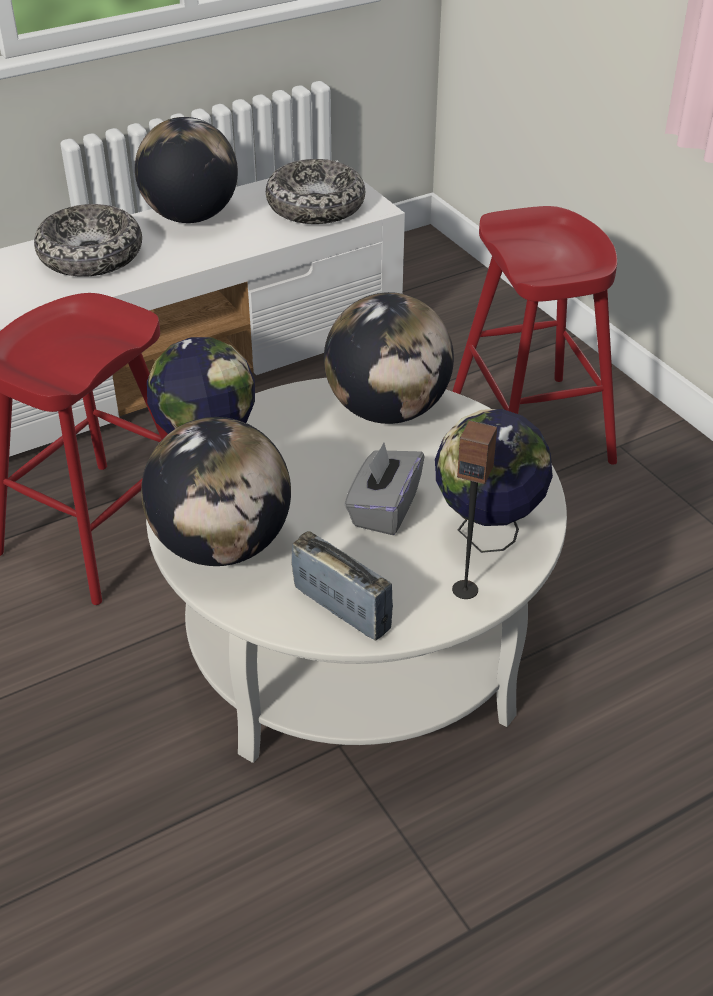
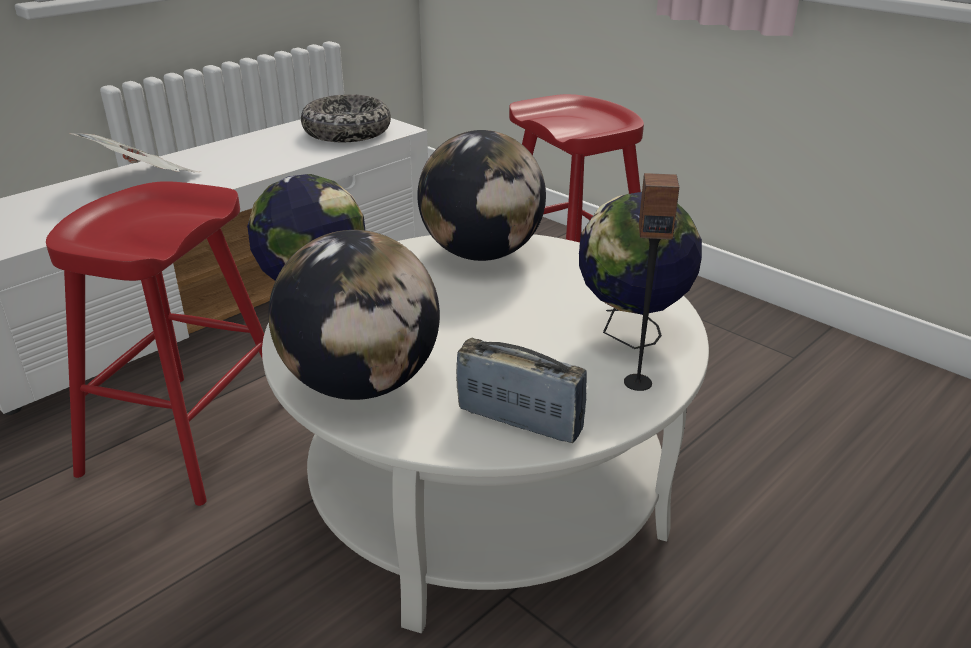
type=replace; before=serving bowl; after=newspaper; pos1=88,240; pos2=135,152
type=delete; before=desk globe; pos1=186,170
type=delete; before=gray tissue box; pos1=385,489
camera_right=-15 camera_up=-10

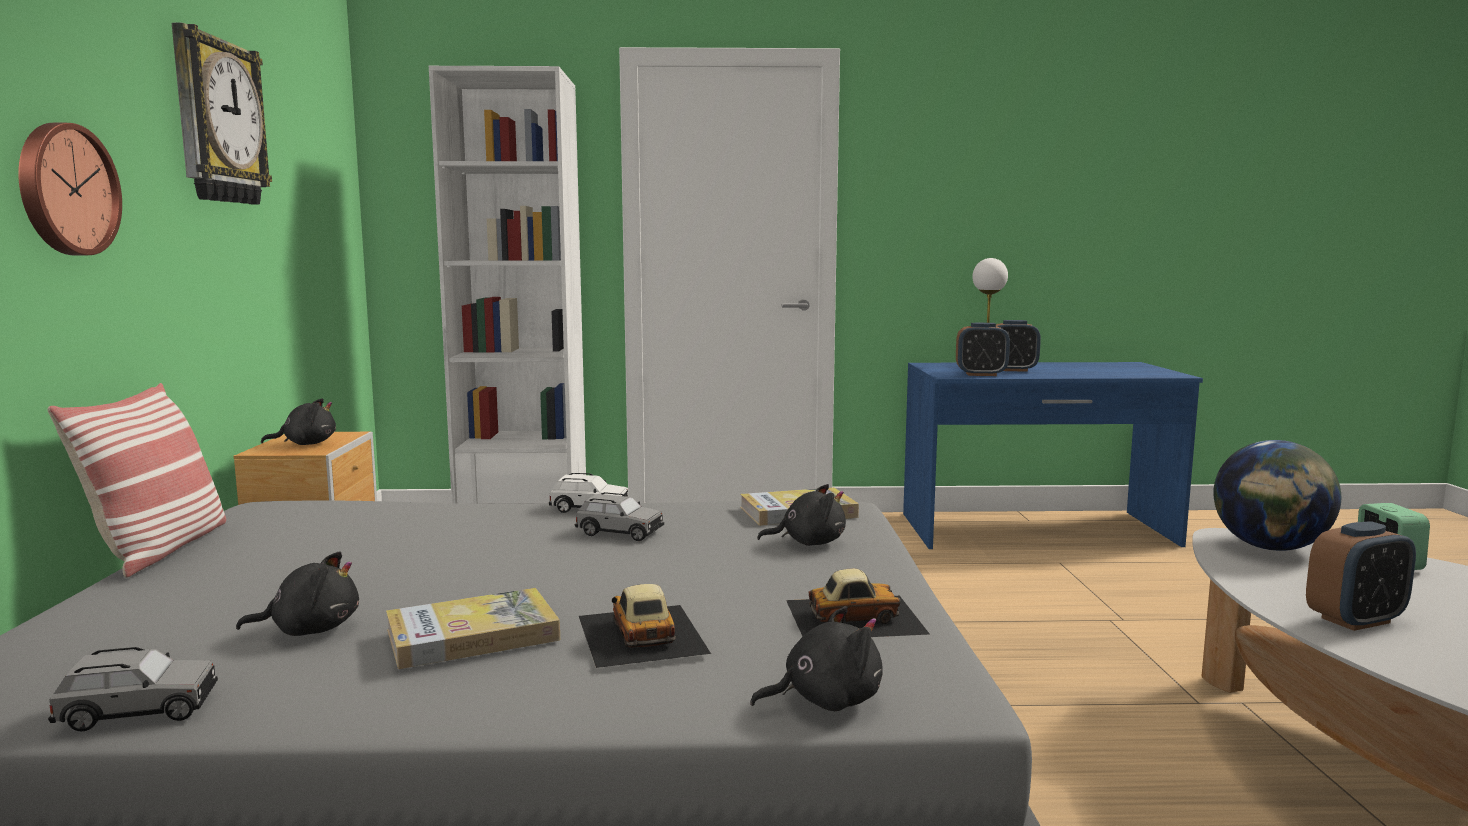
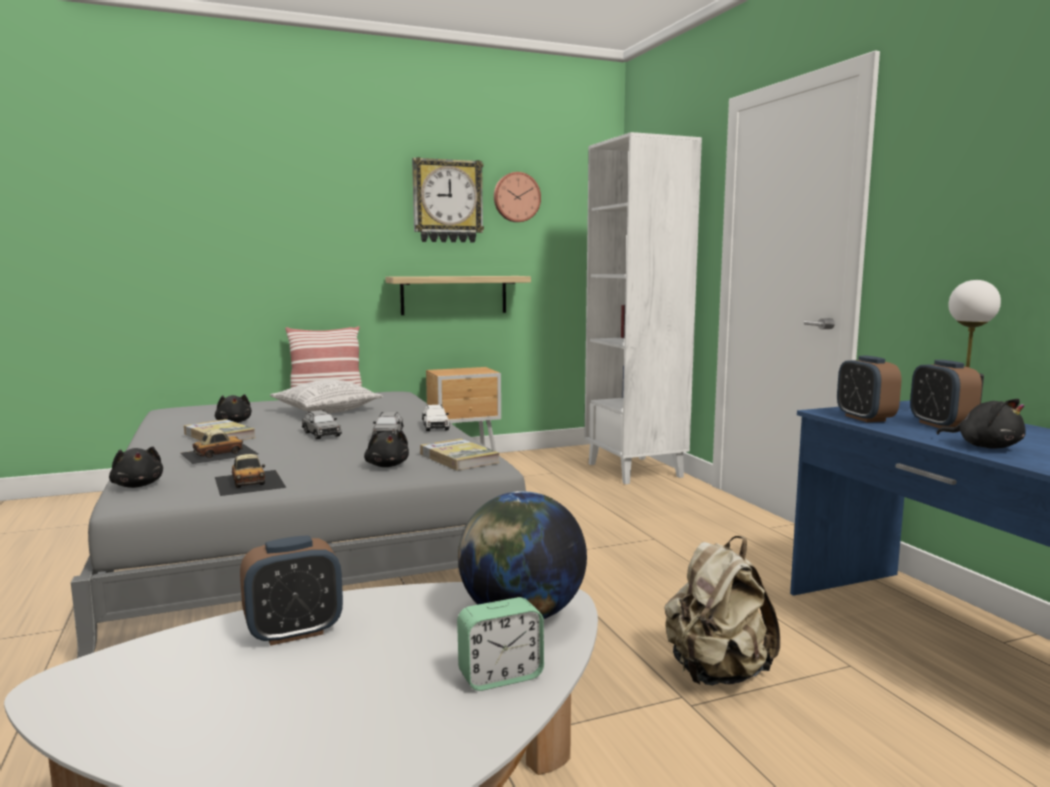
type=move; before=hanging clock; pos1=70,189; pos2=517,197
type=move; before=gray miniature car; pos1=133,689; pos2=322,424
type=move; before=black-coloured soft toy; pos1=298,421; pos2=981,424
type=rotate; before=bedside clock; pos1=1361,576; pos2=291,590; turn=-75
type=insert; after=pillow; pos2=326,396
type=insert; after=wall shelf; pos2=458,295
type=insert; after=beige backpack; pos2=722,611
camera_right=70 camera_up=0

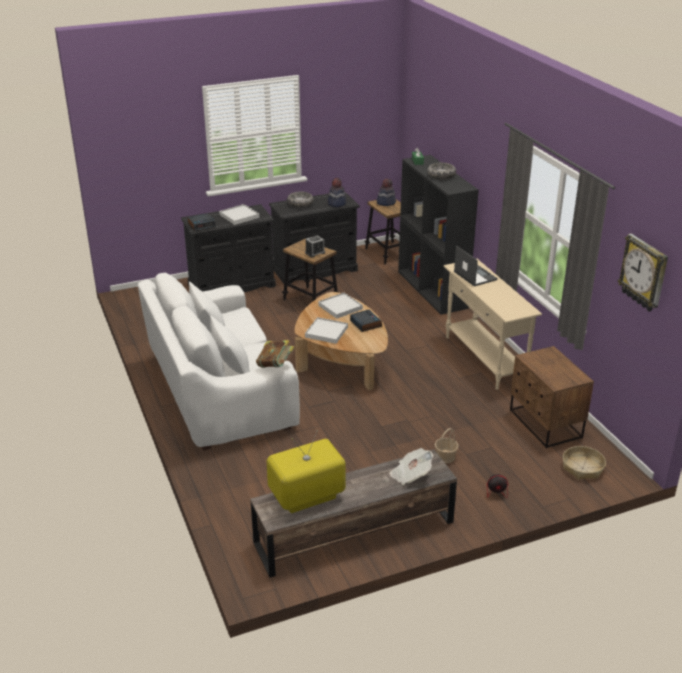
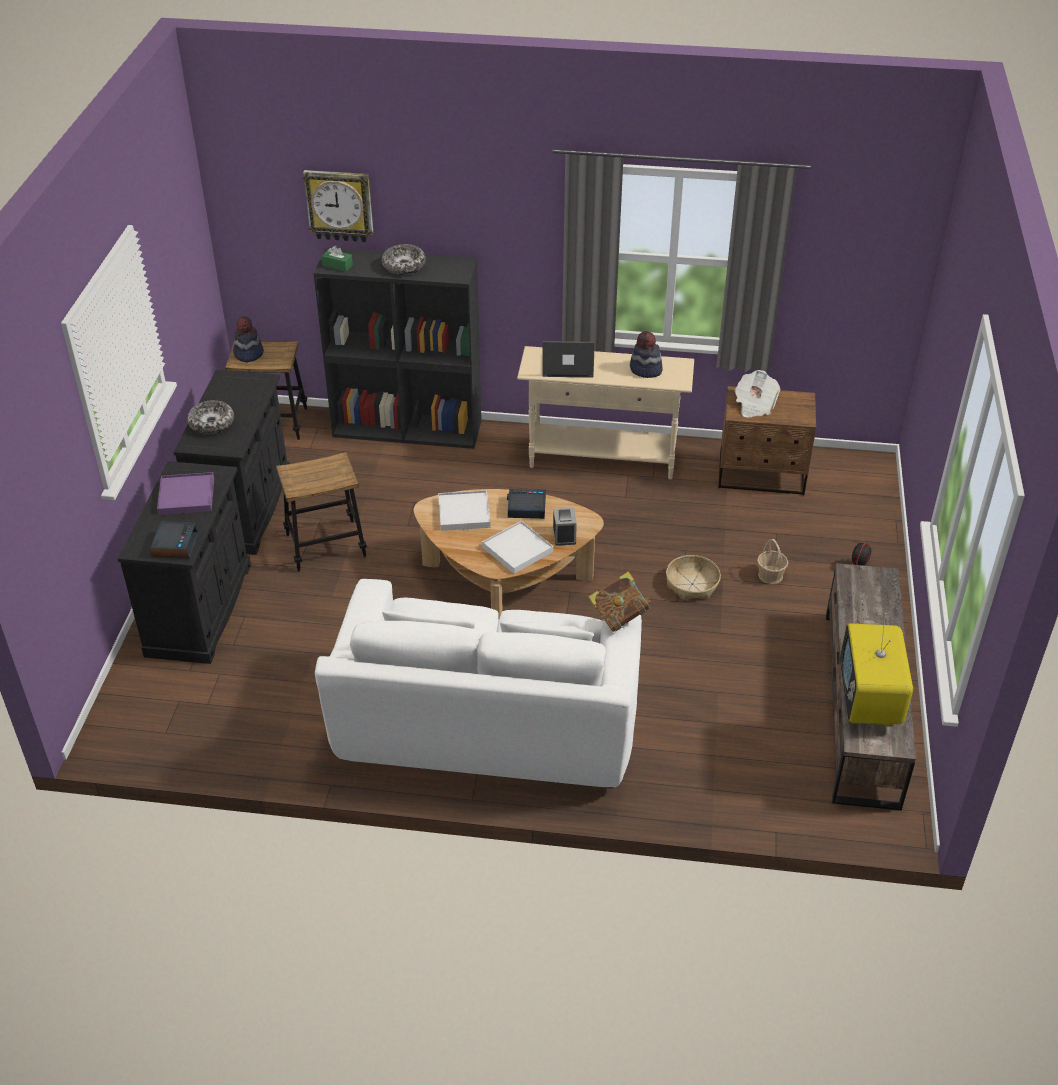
type=recolor; before=white-coloured carrying tray; after=purplish carrying tray; pos1=239,214; pos2=185,493
type=move; before=bedside clock; pos1=315,246; pos2=565,527
type=move; before=wearable hat; pos1=337,192; pos2=646,354
type=move; before=newspaper; pos1=411,466; pos2=757,393
type=move; before=storage basket; pos1=584,463; pos2=693,577
type=move; before=hanging clock; pos1=642,272; pos2=338,206
camera_right=-60 camera_up=10

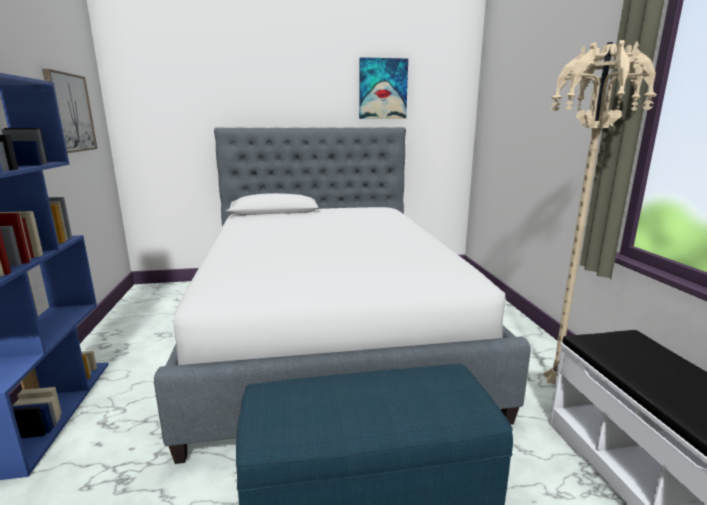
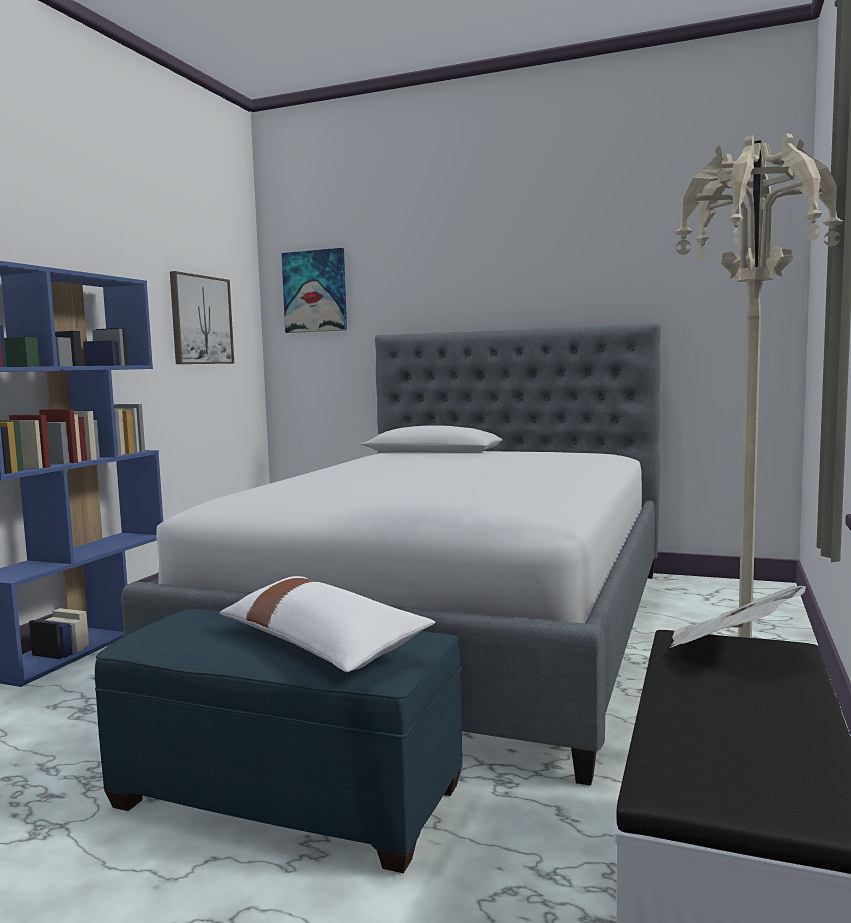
type=move; before=wall art; pos1=383,88; pos2=314,290
type=insert; after=white-coloured pillow; pos2=328,624
type=insert; after=newspaper; pos2=737,616
camera_right=30 camera_up=-10

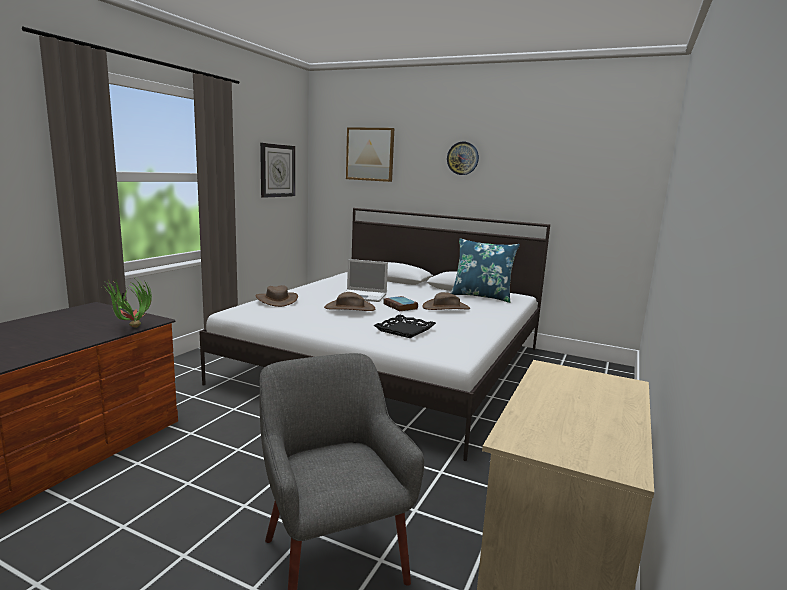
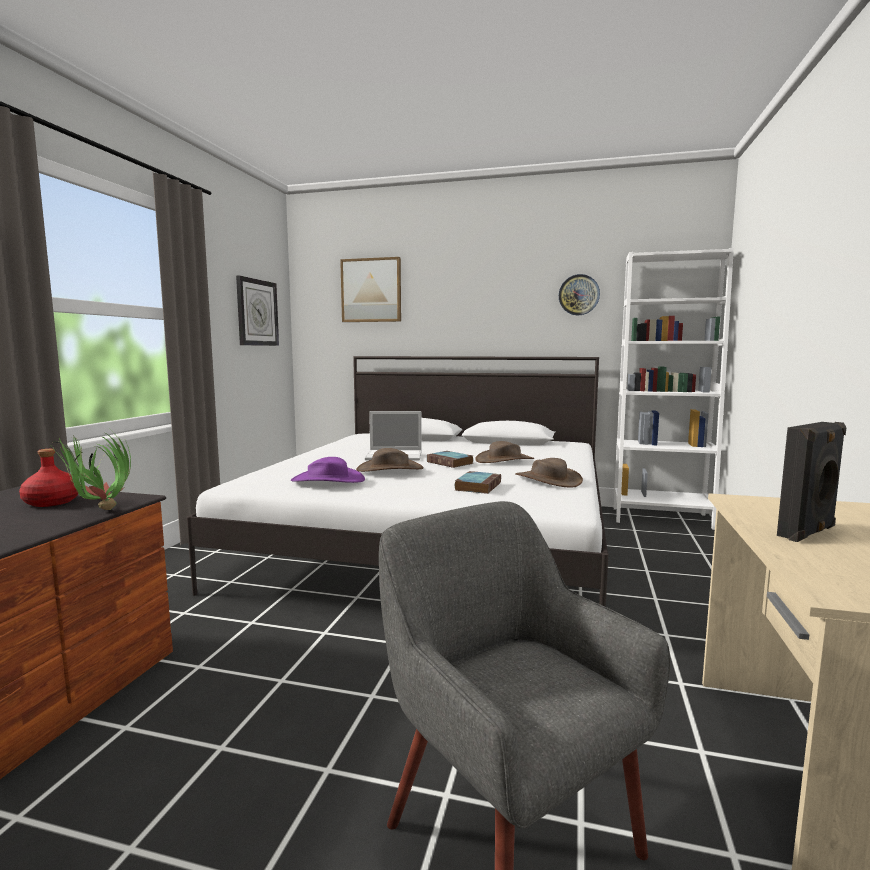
type=move; before=brownish wearable hat; pos1=276,296; pos2=549,473
type=replace; before=black-coloured carrying tray; after=bound book; pos1=405,326; pos2=478,482
type=move; before=hanging clock; pos1=463,158; pos2=579,294
type=delete; before=blue-coloured pillow; pos1=485,270
type=insert; after=red drink bottle; pos2=48,478
type=insert; after=purplish wearable hat; pos2=328,470
type=insert; after=white-coloured shelving unit; pos2=673,389
type=insert; after=black-coloured loudspeaker; pos2=811,482
camera_right=-10 camera_up=-5

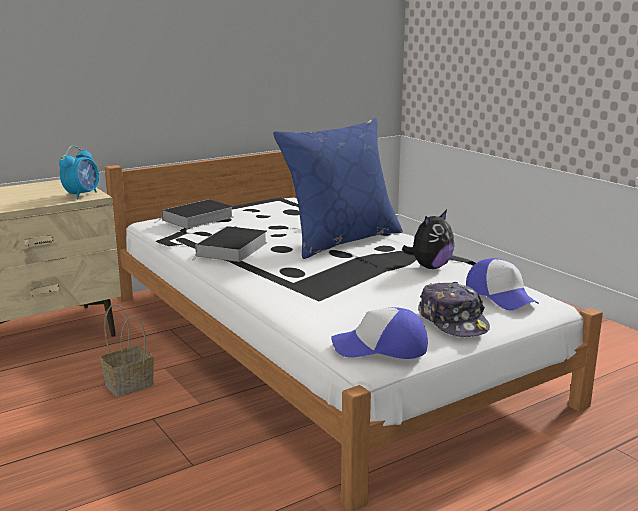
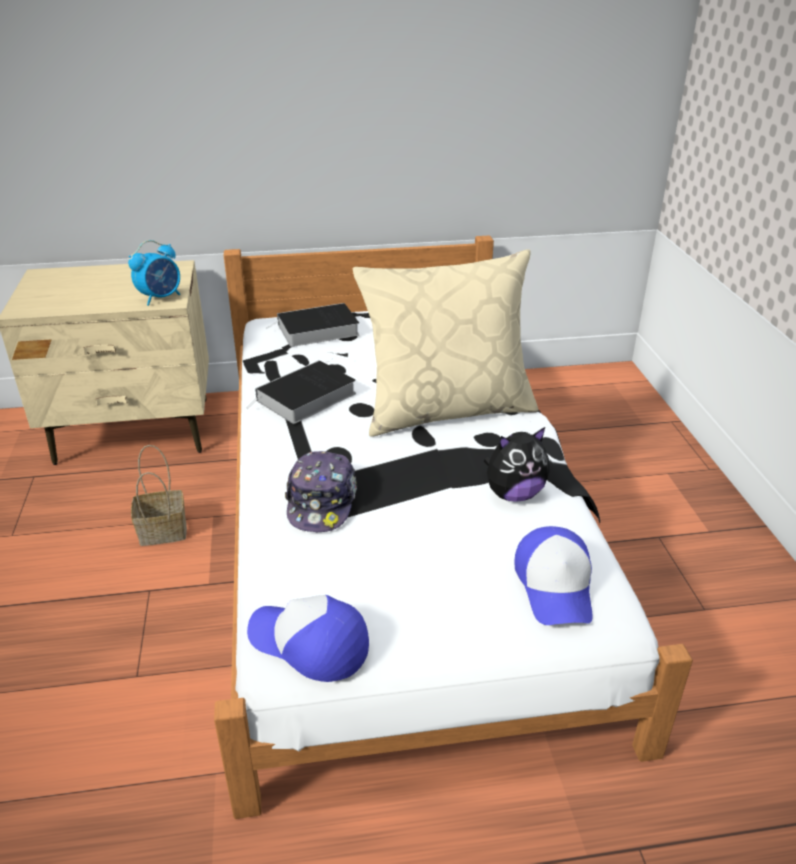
type=recolor; before=blue-coloured pillow; after=beige pillow; pos1=338,188; pos2=446,343
type=move; before=baseball cap; pos1=454,309; pos2=321,491
camera_right=25 camera_up=15

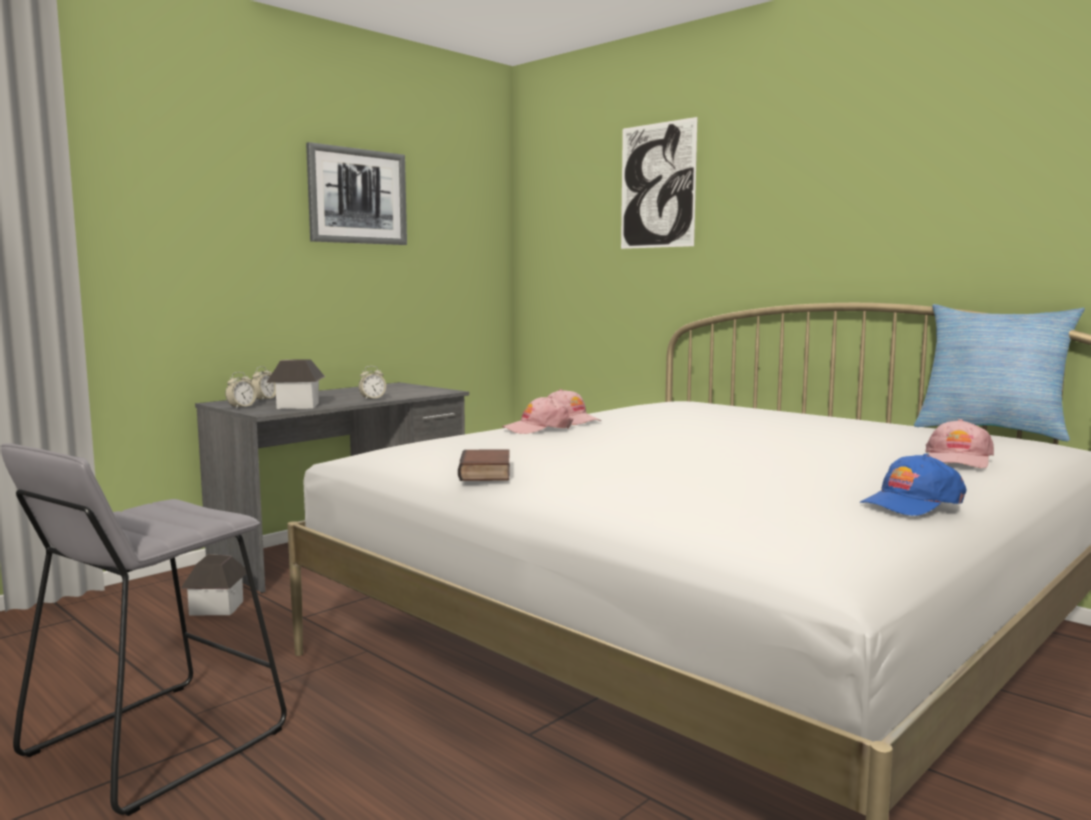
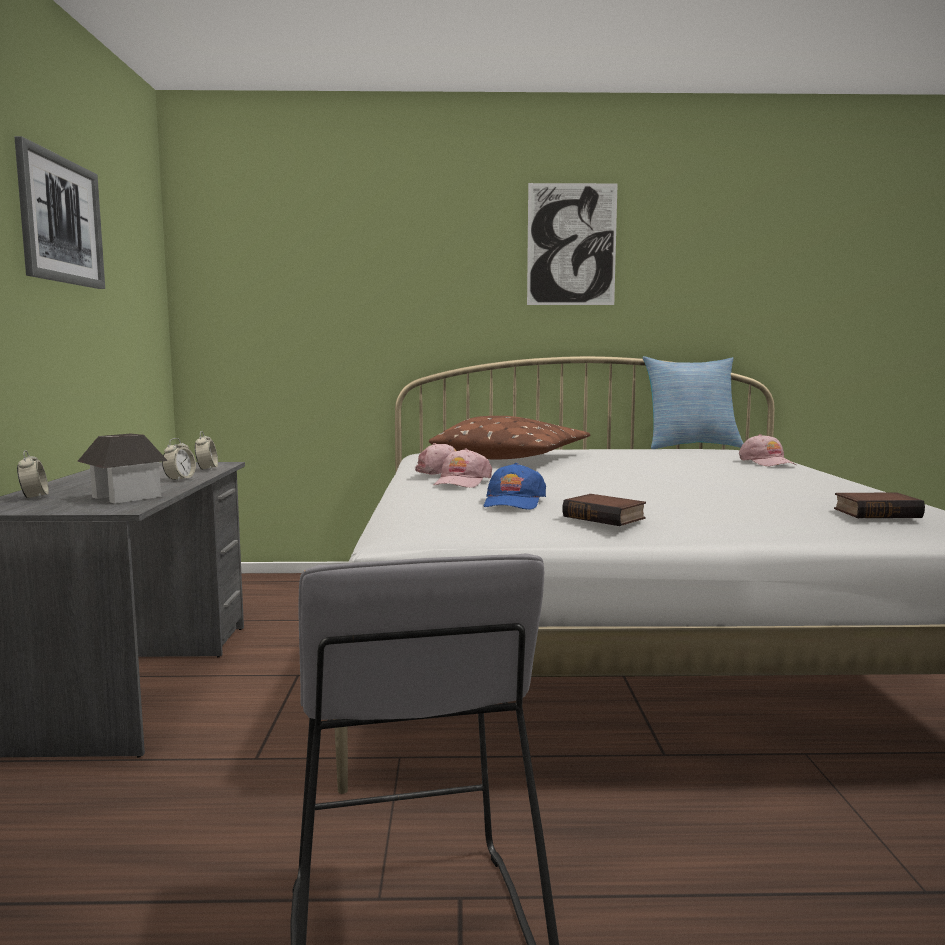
type=delete; before=toy house; pos1=213,584
type=move; before=bedside clock; pos1=241,390; pos2=206,450
type=move; before=wall art; pos1=659,183; pos2=572,244
type=move; before=blue-coloured baseball cap; pos1=913,485; pos2=515,486
type=insert; after=brownish pillow; pos2=509,437
type=insert; after=bound book; pos2=879,505
camera_right=-45 camera_up=0

